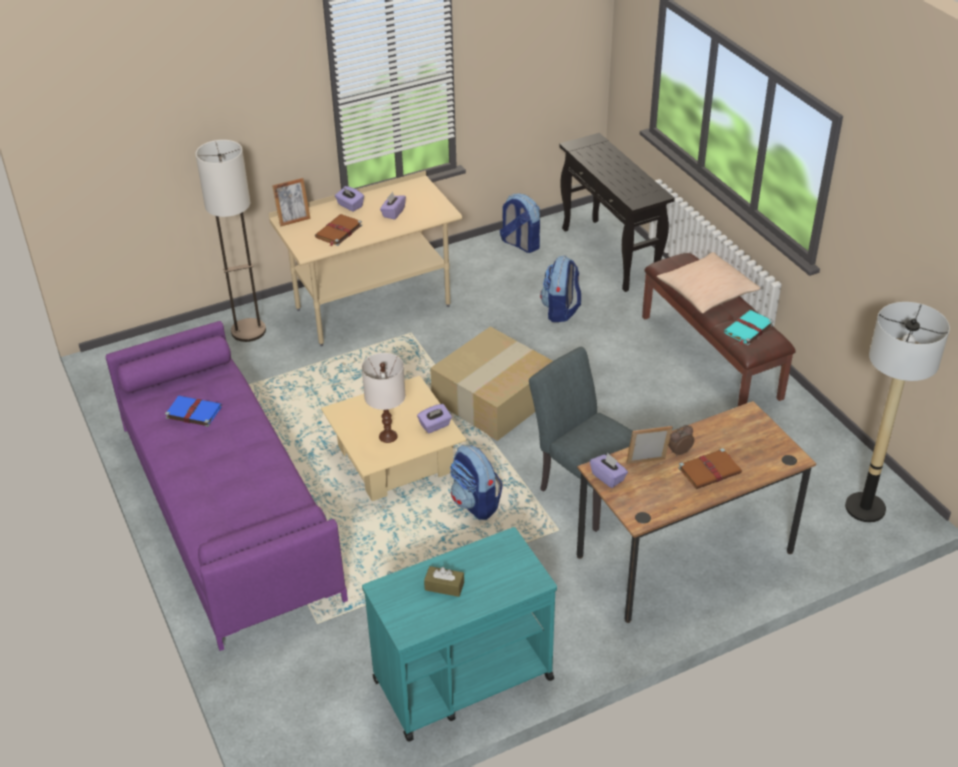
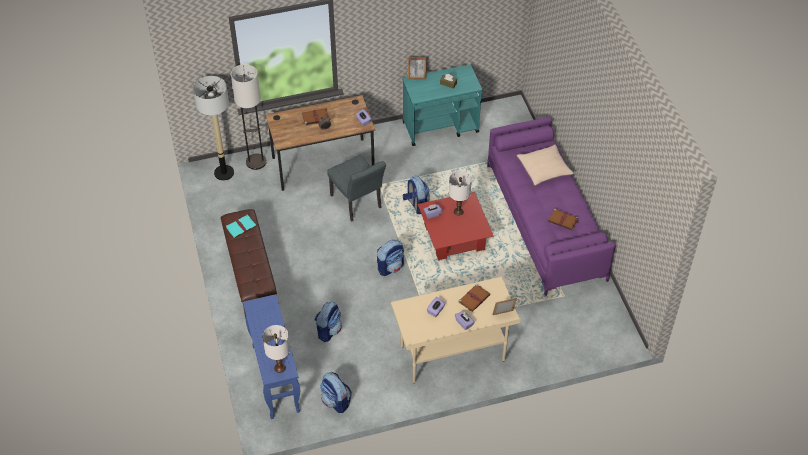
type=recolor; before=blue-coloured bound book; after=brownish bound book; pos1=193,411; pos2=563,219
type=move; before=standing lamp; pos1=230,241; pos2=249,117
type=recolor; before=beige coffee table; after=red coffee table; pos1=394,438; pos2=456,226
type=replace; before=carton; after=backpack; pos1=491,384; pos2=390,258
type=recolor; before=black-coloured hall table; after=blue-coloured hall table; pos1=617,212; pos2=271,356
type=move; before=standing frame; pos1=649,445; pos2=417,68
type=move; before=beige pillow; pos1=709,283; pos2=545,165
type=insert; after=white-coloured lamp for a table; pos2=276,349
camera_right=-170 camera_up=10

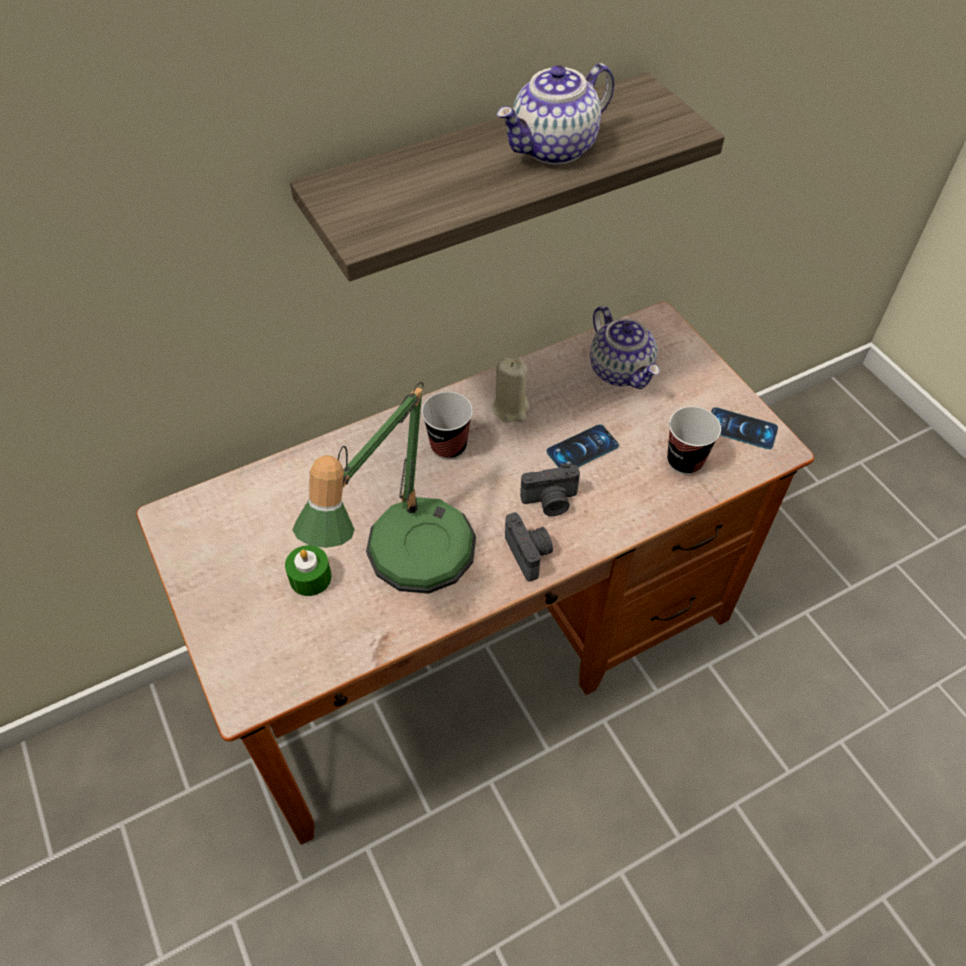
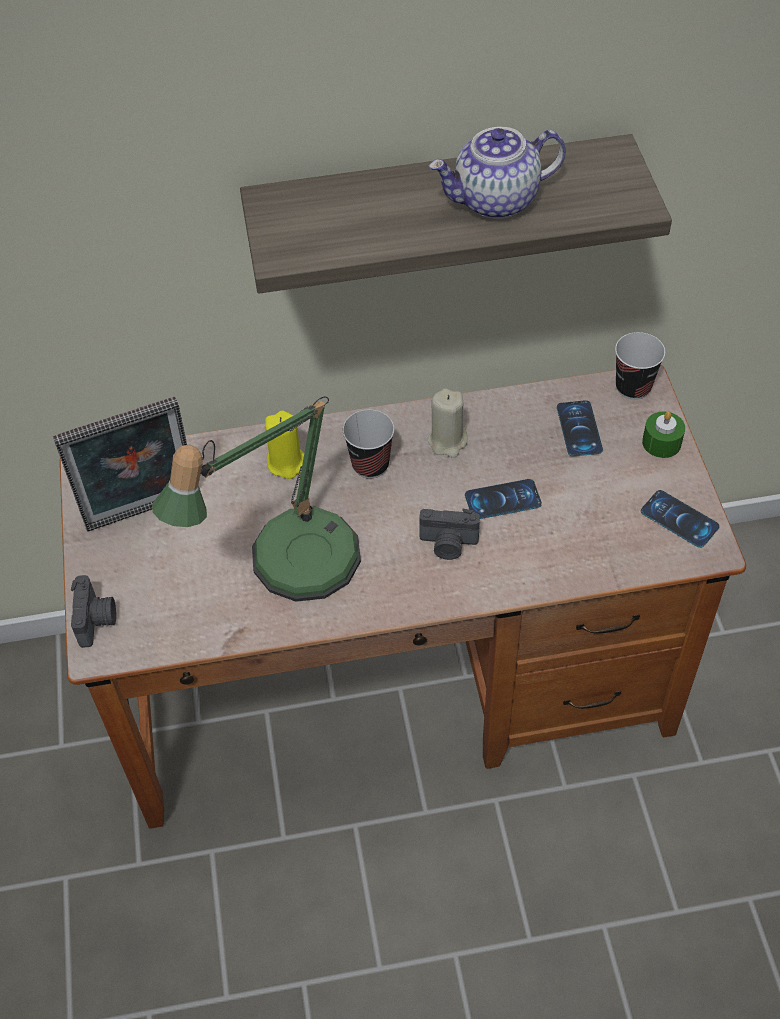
type=move; before=greenish candle; pos1=308,570; pos2=663,435
type=move; before=photo camera; pos1=529,546; pos2=93,611
type=replace; before=teapot; after=phone; pos1=625,347; pos2=580,428
type=move; before=drinking cup; pos1=694,441; pos2=640,366
type=insert; after=standing frame; pos2=120,464
type=insert; after=yellow candle; pos2=284,444
camera_right=20 camera_up=0

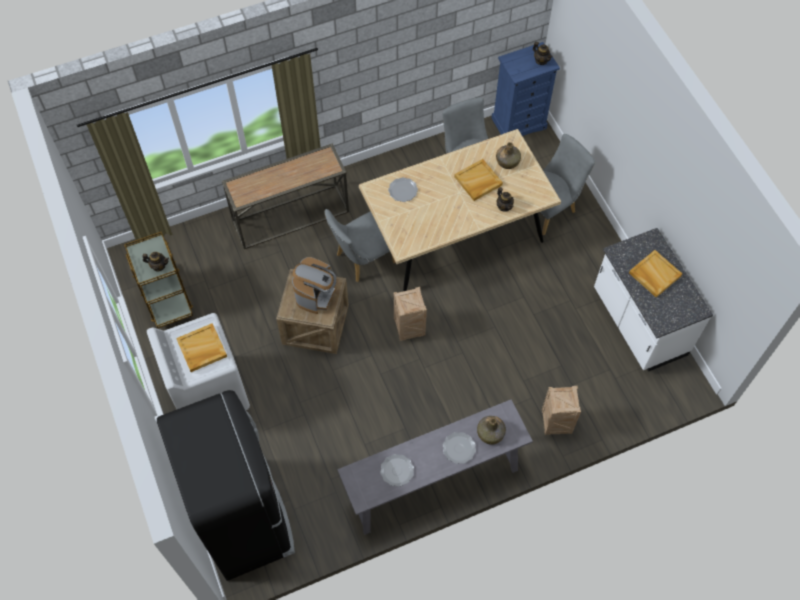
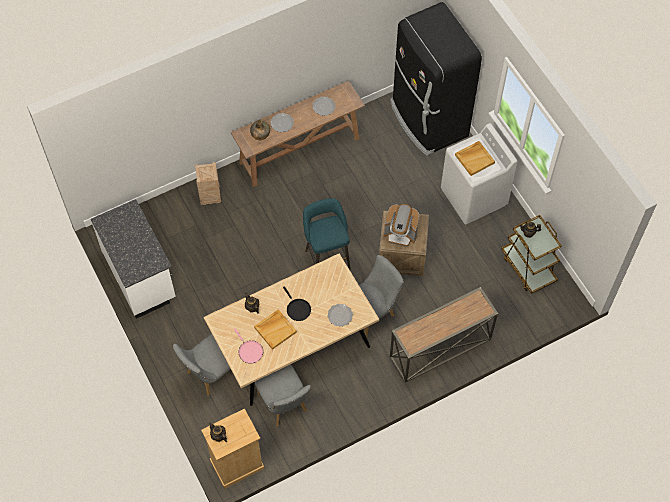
type=rotate; before=coffee maker; pos1=314,285; pos2=401,225; turn=-90
type=recolor; before=gray hall table; after=brownish hall table; pos1=435,467; pos2=298,134
type=replace; before=shipping crate; after=turquoise sitting stool; pos1=410,314; pos2=327,234
type=recolor; before=blue-coloured chest of drawers; after=beige chest of drawers; pos1=525,89; pos2=232,449
type=replace; before=greenish drink bottle; after=pinkish skillet; pos1=508,155; pos2=248,346
type=delete; before=beige carrying tray; pos1=655,273
type=insert; after=black-coloured skillet; pos2=297,303
camera_right=175 camera_up=0

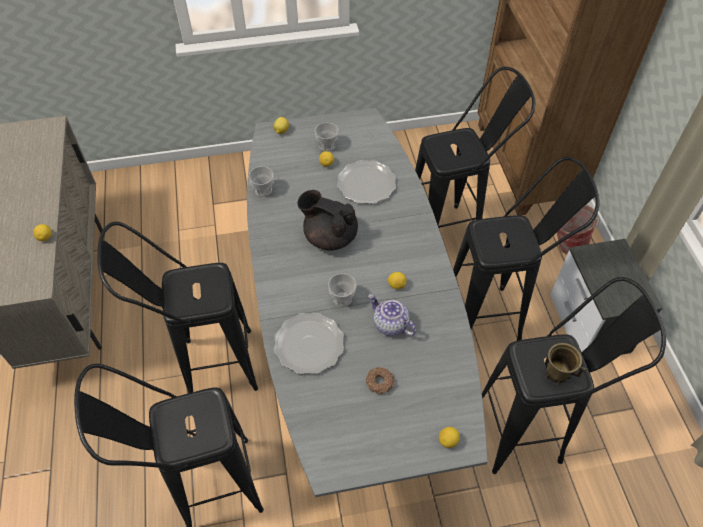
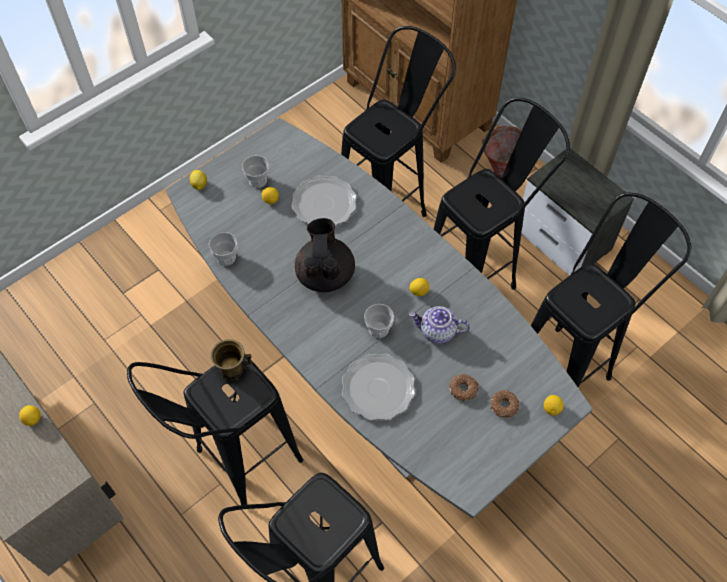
type=rotate; before=black-coloured teapot; pos1=327,220; pos2=325,255; turn=90
type=move; before=brownish coffee mug; pos1=565,364; pos2=231,360
type=insert; after=ring doughnut; pos2=504,404
camera_right=-30 camera_up=5

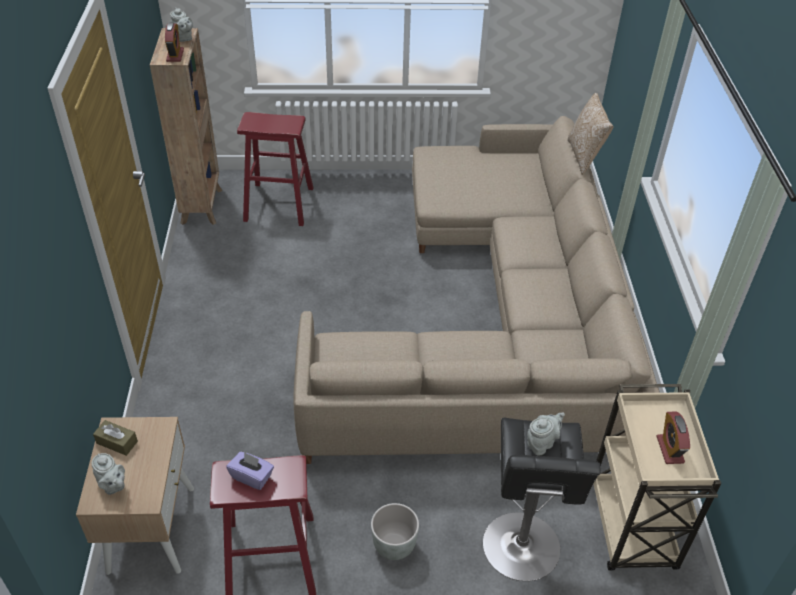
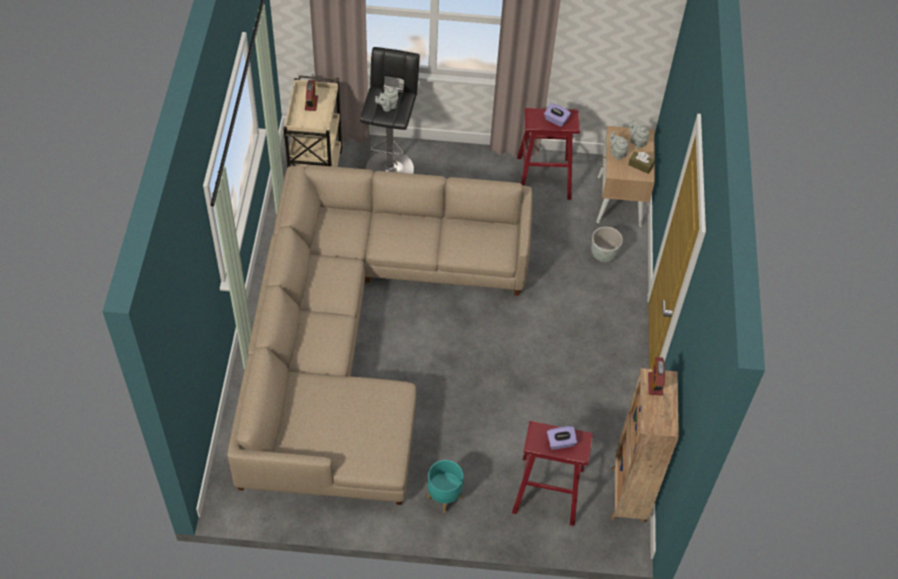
type=move; before=gray teapot; pos1=181,24; pos2=619,145
type=move; before=gray flower pot; pos1=395,531; pos2=607,244
type=delete; before=pillow; pos1=590,134
type=insert; after=turquoise flower pot; pos2=445,486
type=insert; after=purplish tissue box; pos2=562,438
camera_right=-175 camera_up=10

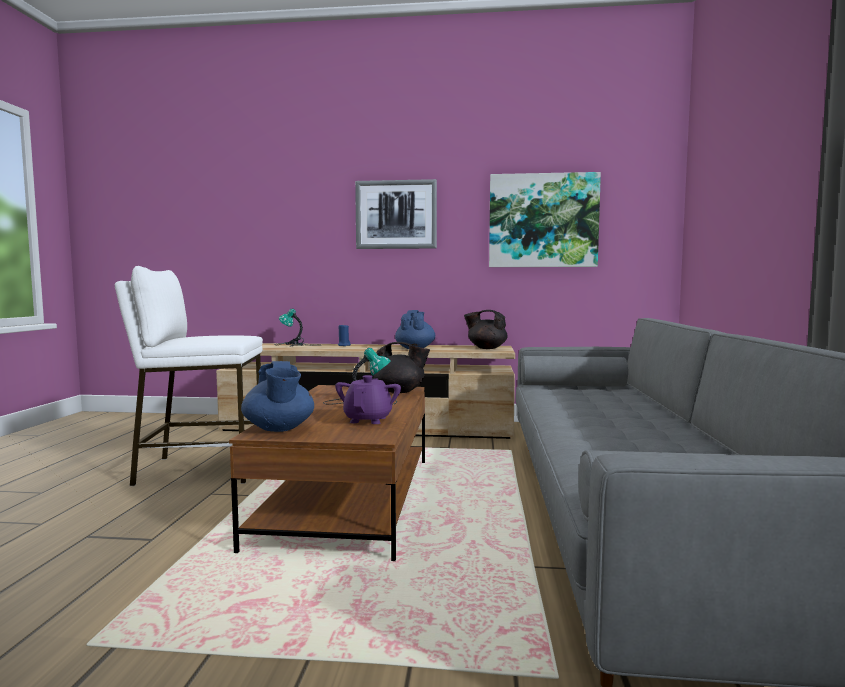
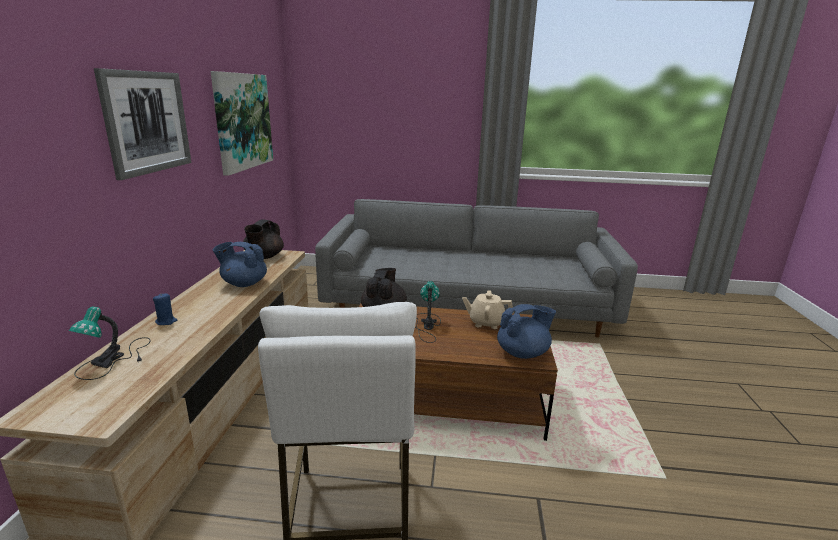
type=recolor; before=purplish teapot; after=beige teapot; pos1=368,399; pos2=487,309
camera_right=-90 camera_up=15

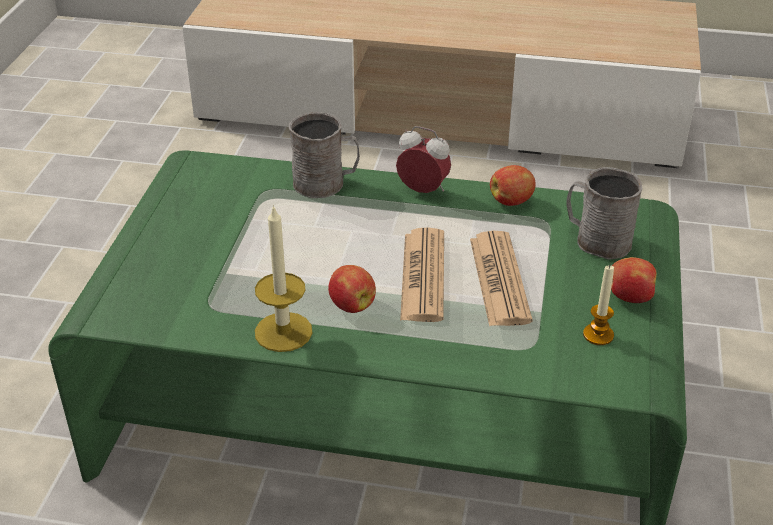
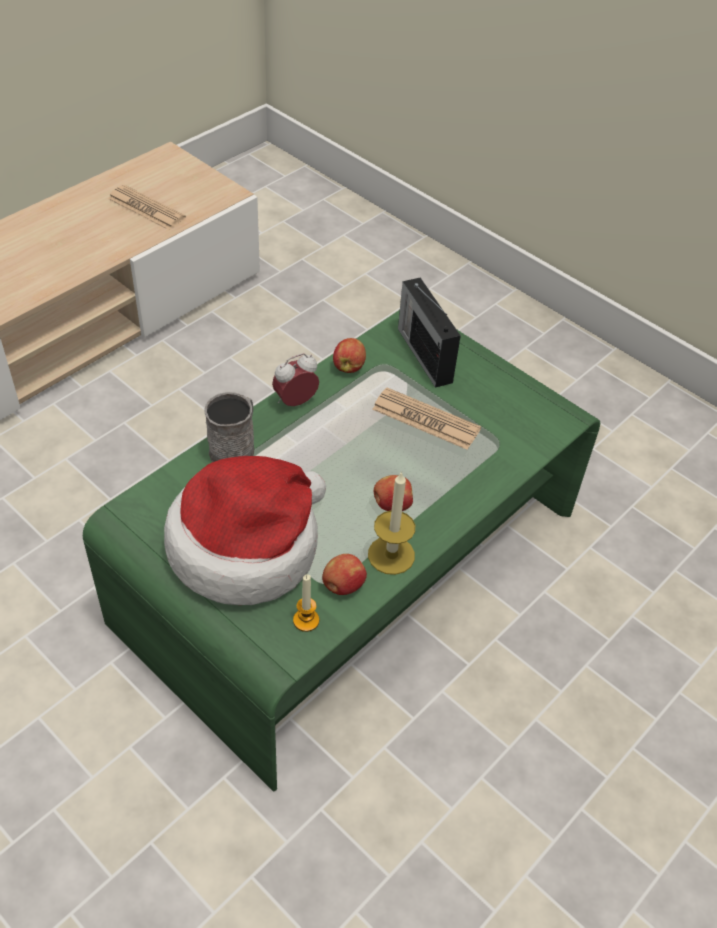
type=move; before=newspaper; pos1=422,274; pos2=147,207
type=replace; before=gray coffee mug; after=radio set; pos1=604,213; pos2=429,333
type=move; before=candle; pos1=598,305; pos2=306,603
type=move; before=whole apple; pos1=633,280; pos2=344,574
type=insert; after=wearable hat; pos2=245,530
camera_right=-60 camera_up=10

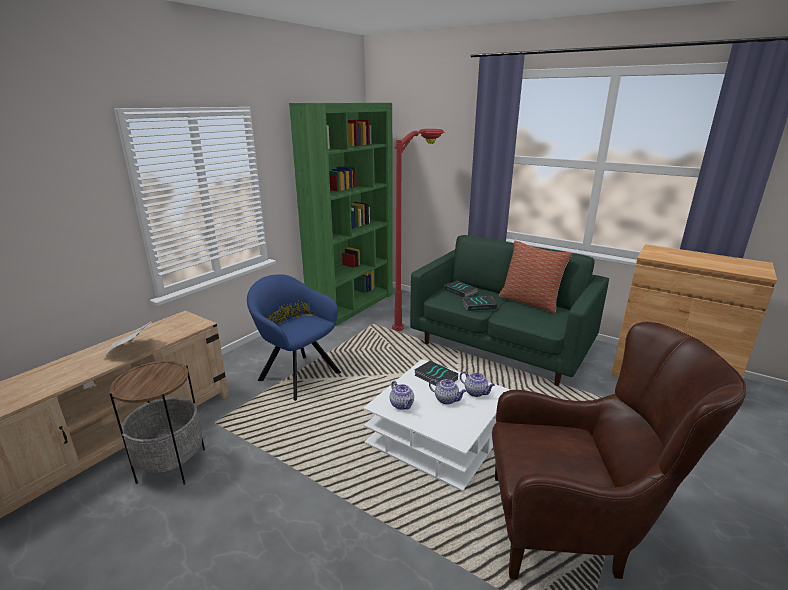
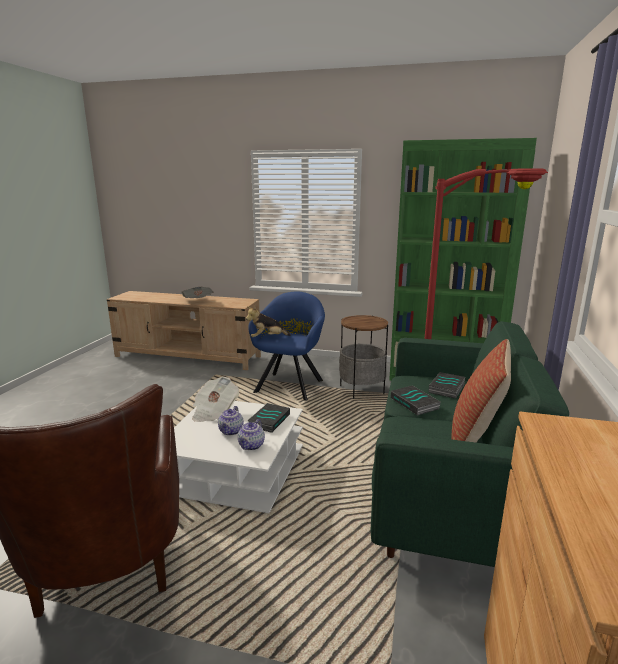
type=move; before=end table; pos1=157,423; pos2=363,357
type=replace; before=teapot; after=newspaper; pos1=402,395; pos2=215,399
type=insert; after=soft toy; pos2=268,321
camera_right=70 camera_up=-5

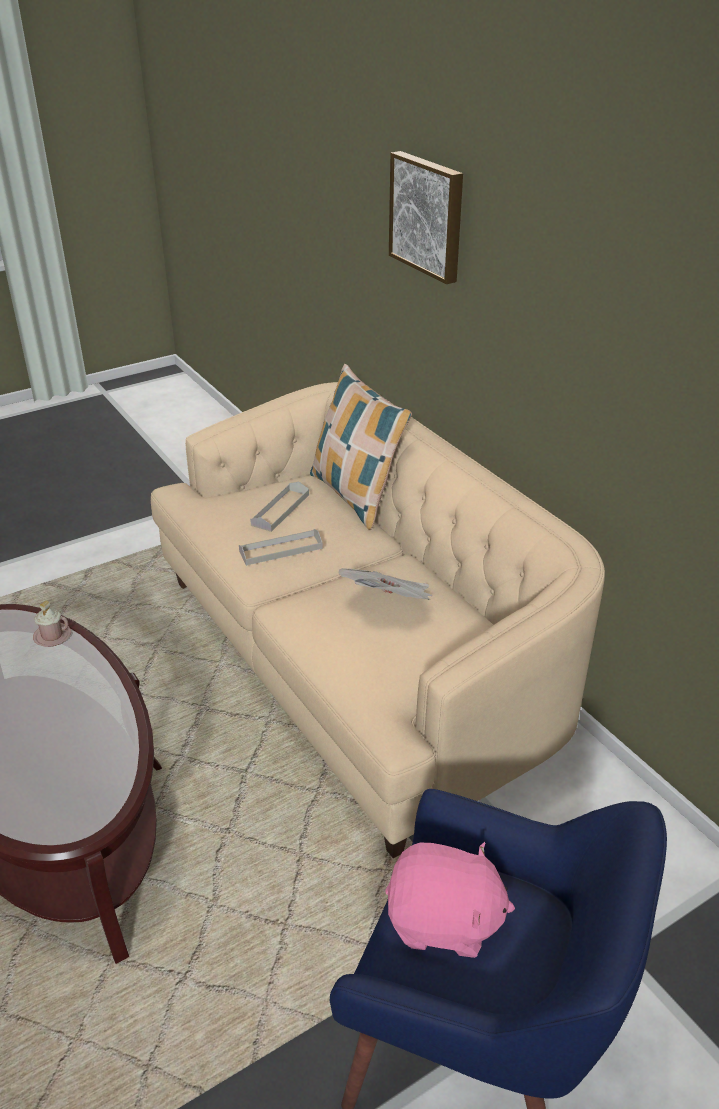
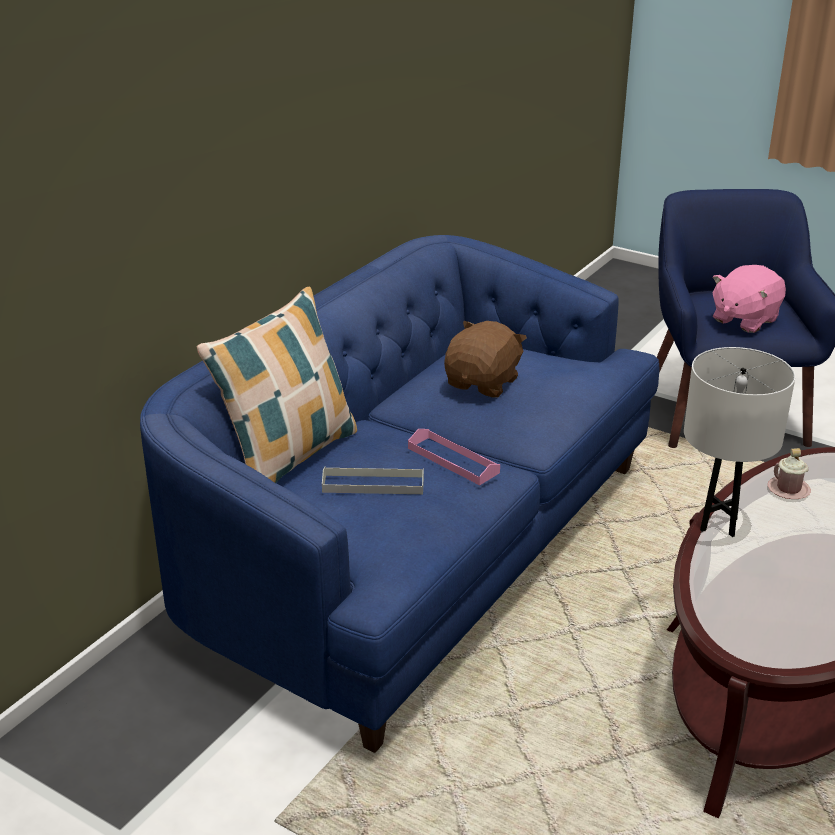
type=move; before=pinkish coffee mug; pos1=52,624; pos2=789,473
type=recolor; before=beige sofa; after=blue-coloured sofa; pos1=378,620; pos2=400,494
type=recolor; before=gray carrying tray; after=pinkish carrying tray; pos1=281,547; pos2=454,457
type=replace; before=newspaper; after=brownish soft toy; pos1=385,584; pos2=485,359
type=rotate; before=pinkish soft toy; pos1=450,900; pos2=749,299; turn=-120
type=delete; before=wall art; pos1=426,217
type=insert; after=white-coloured lamp for a table; pos2=739,442
camera_right=-115 camera_up=-5

